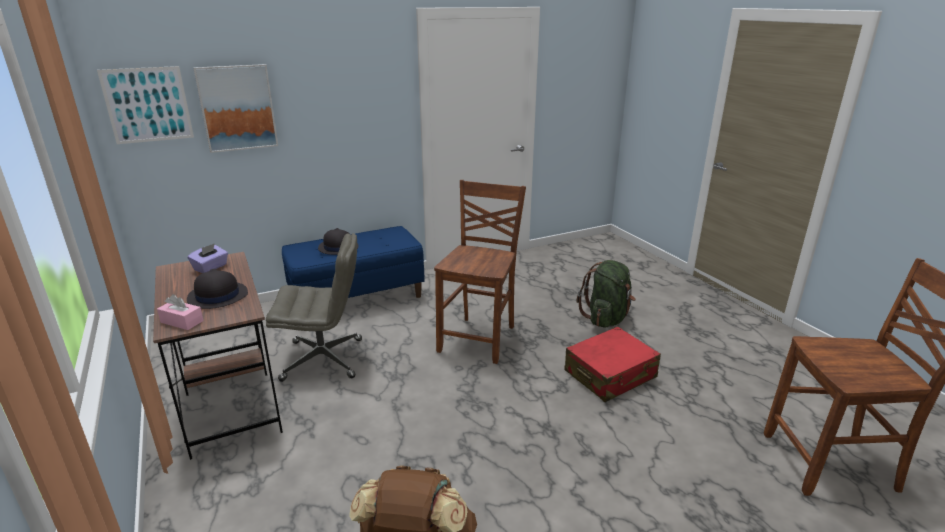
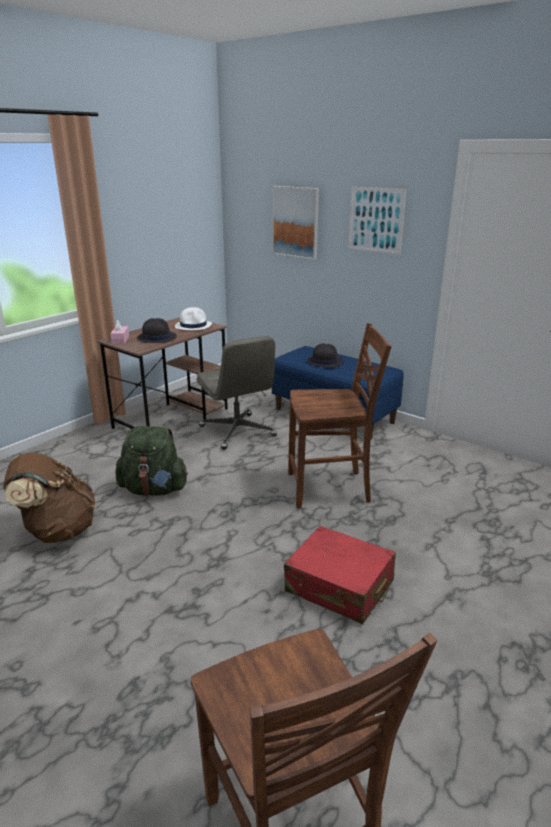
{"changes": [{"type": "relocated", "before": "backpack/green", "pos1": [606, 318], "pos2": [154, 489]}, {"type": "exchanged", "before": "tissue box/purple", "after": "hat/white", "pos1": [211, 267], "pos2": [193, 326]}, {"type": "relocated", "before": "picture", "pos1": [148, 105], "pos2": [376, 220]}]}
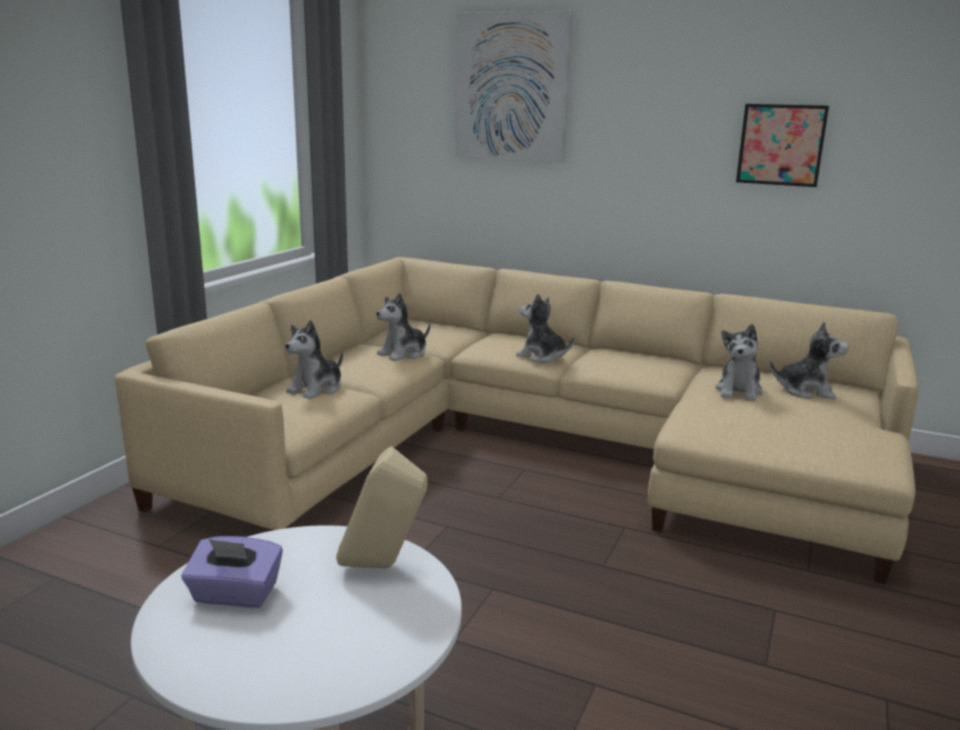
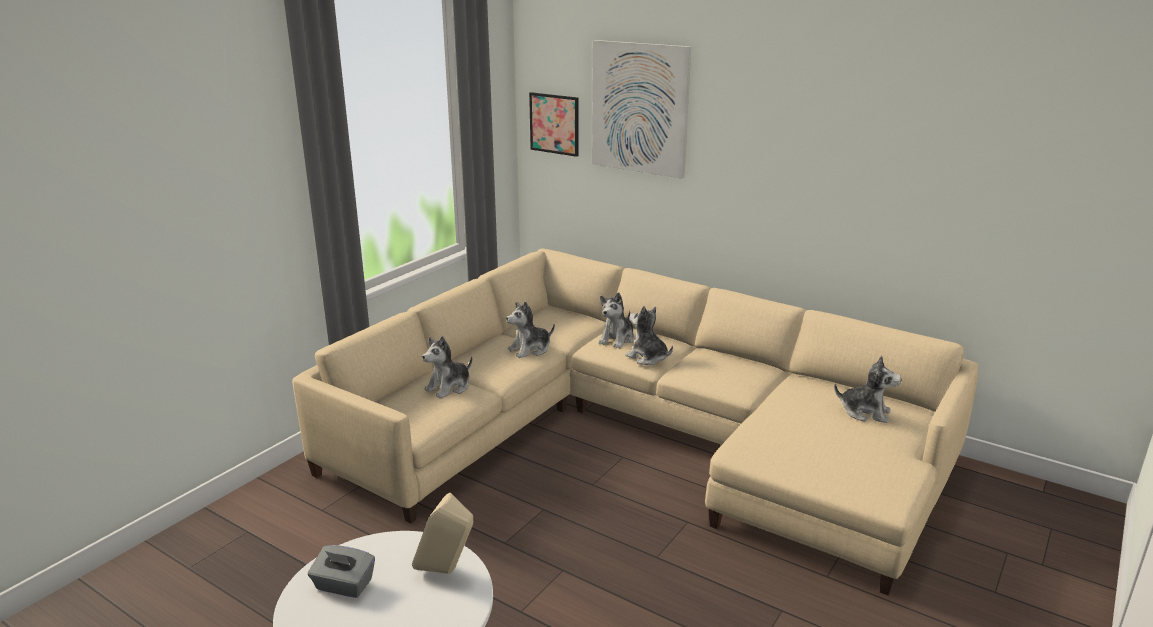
{"changes": [{"type": "colour", "before": "tissue box/purple", "after": "tissue box/grey", "pos1": [235, 595], "pos2": [343, 585]}, {"type": "relocated", "before": "picture", "pos1": [781, 145], "pos2": [554, 124]}, {"type": "relocated", "before": "plush toy", "pos1": [739, 391], "pos2": [617, 339]}]}
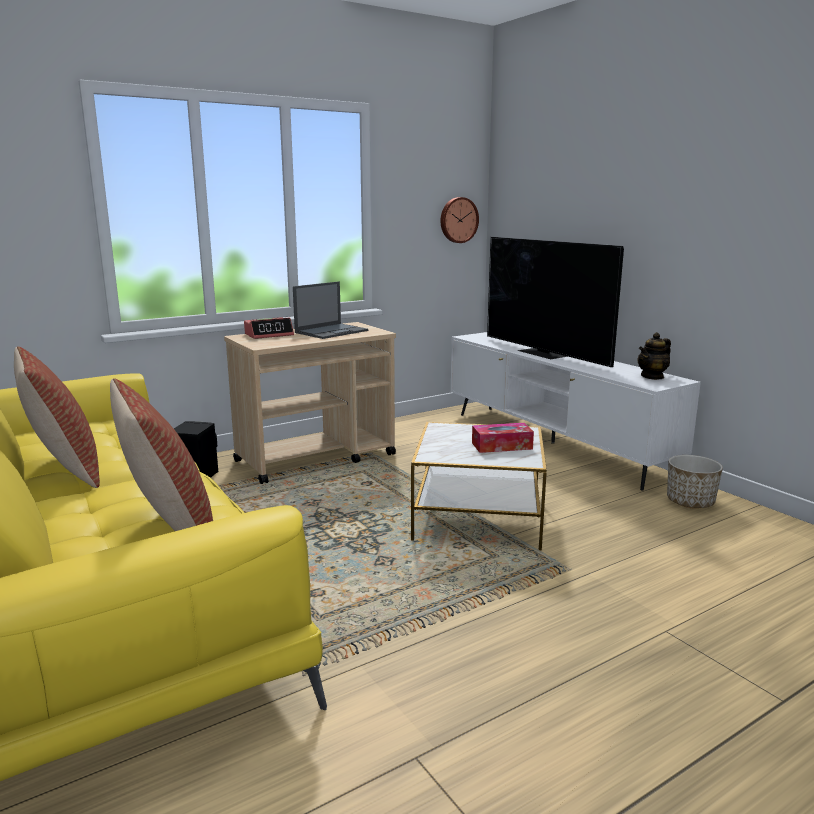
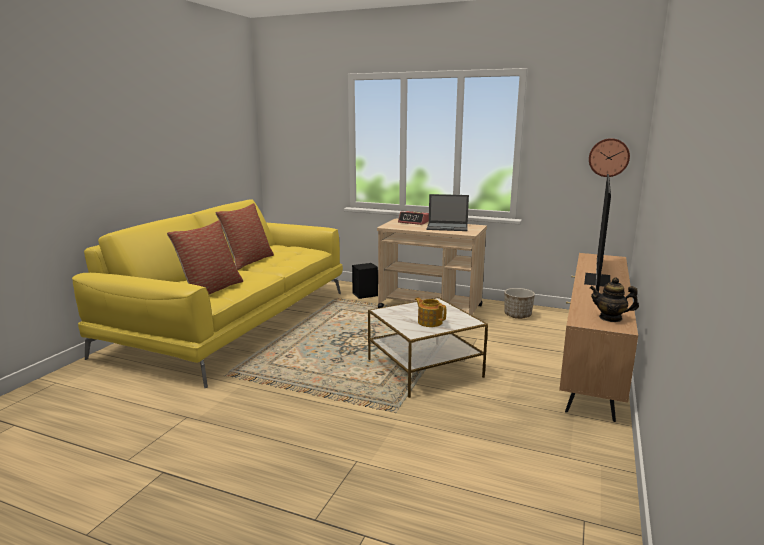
{"changes": [{"type": "exchanged", "before": "tissue box", "after": "teapot", "pos1": [501, 446], "pos2": [429, 322]}, {"type": "relocated", "before": "planter", "pos1": [690, 502], "pos2": [517, 315]}, {"type": "colour", "before": "tv stand/white", "after": "tv stand/brown", "pos1": [552, 443], "pos2": [591, 359]}]}
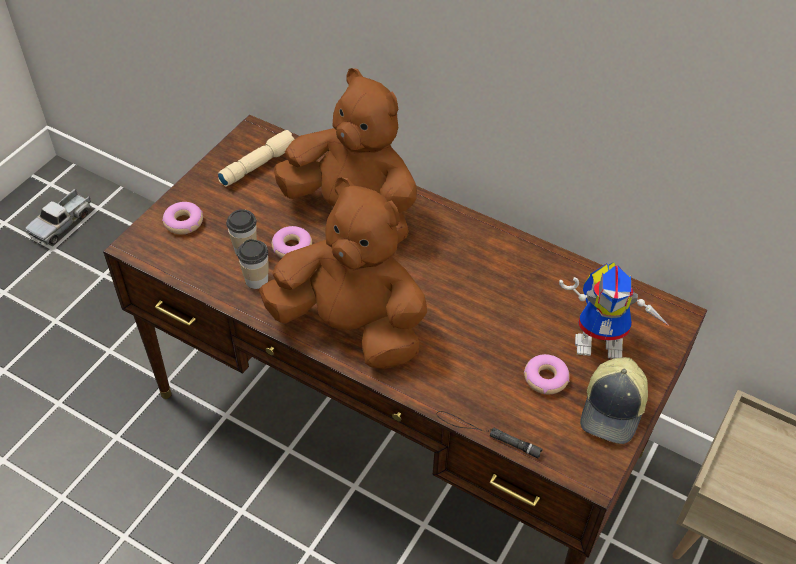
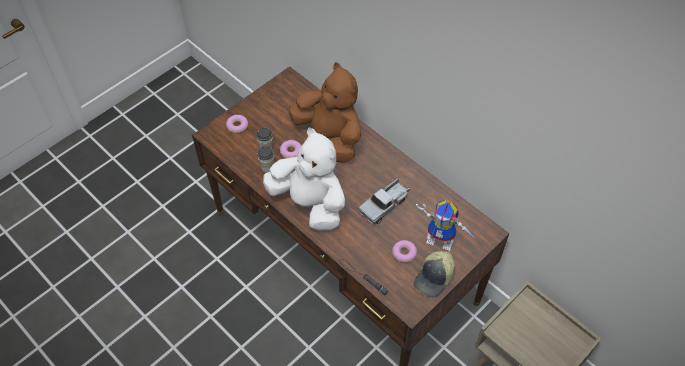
{"changes": [{"type": "colour", "before": "plush toy/brown", "after": "plush toy/white", "pos1": [351, 326], "pos2": [309, 203]}, {"type": "relocated", "before": "toy truck", "pos1": [62, 223], "pos2": [384, 205]}, {"type": "missing", "before": "flashlight/beige", "pos1": [258, 164]}]}
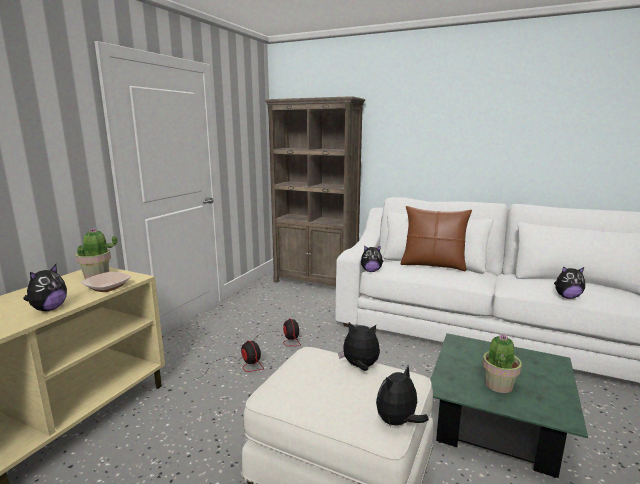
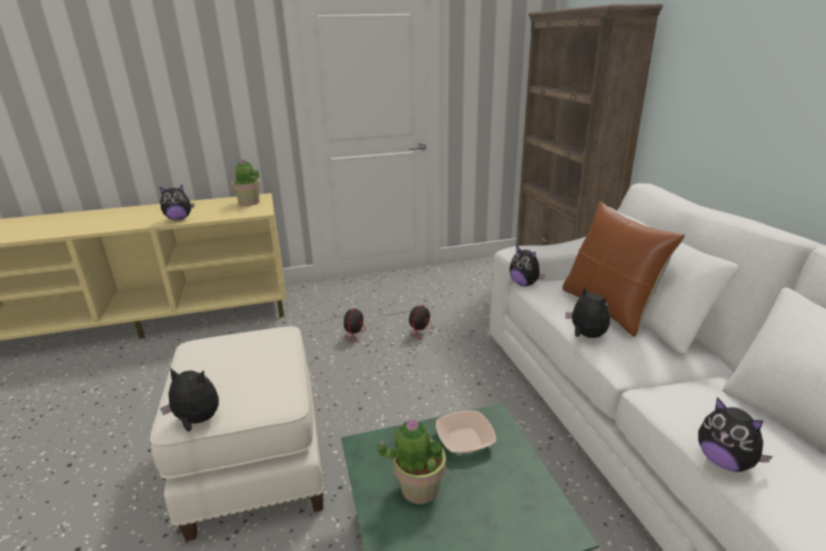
{"changes": [{"type": "relocated", "before": "bowl", "pos1": [107, 287], "pos2": [465, 440]}, {"type": "relocated", "before": "plush toy", "pos1": [360, 367], "pos2": [585, 335]}]}
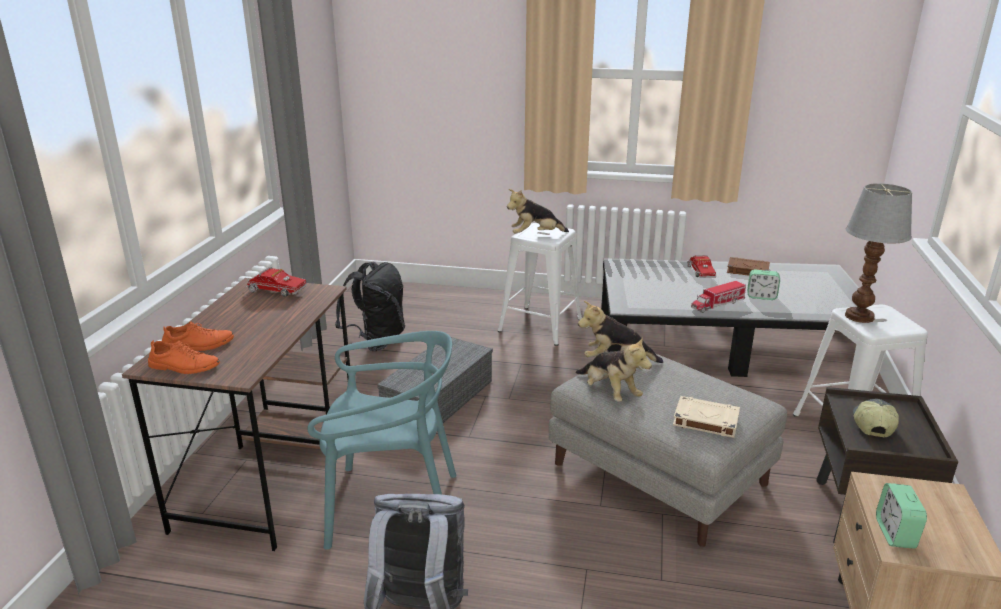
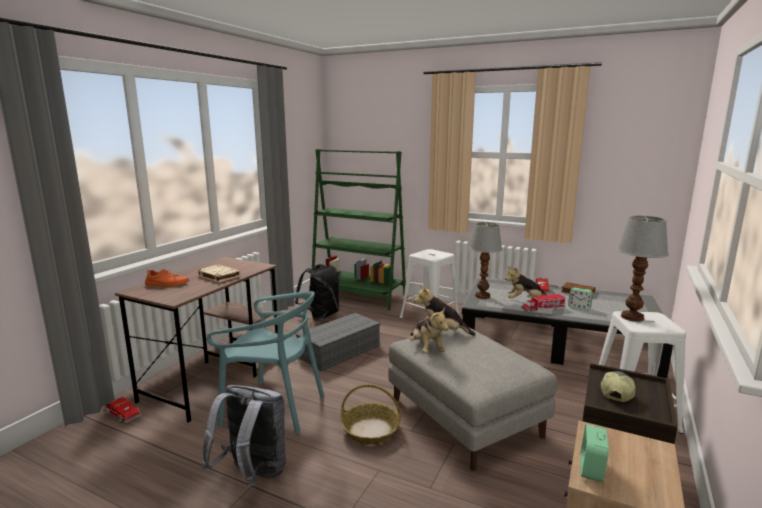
{"changes": [{"type": "relocated", "before": "toy truck", "pos1": [274, 291], "pos2": [121, 415]}, {"type": "relocated", "before": "book/beige", "pos1": [705, 420], "pos2": [218, 276]}, {"type": "appeared", "after": "bookcase/green", "pos2": [358, 295]}, {"type": "appeared", "after": "basket", "pos2": [371, 430]}, {"type": "appeared", "after": "table lamp", "pos2": [482, 296]}, {"type": "relocated", "before": "plush toy", "pos1": [535, 235], "pos2": [525, 301]}, {"type": "missing", "before": "shoe/orange", "pos1": [184, 366]}]}
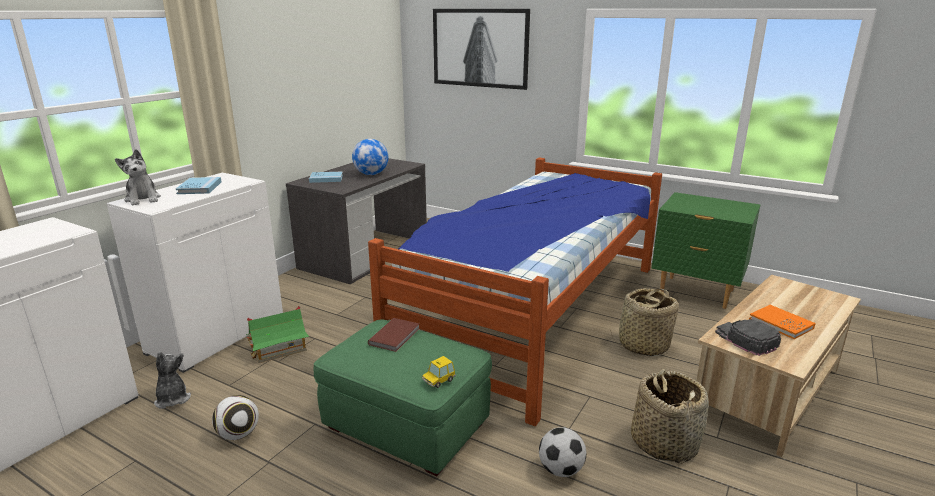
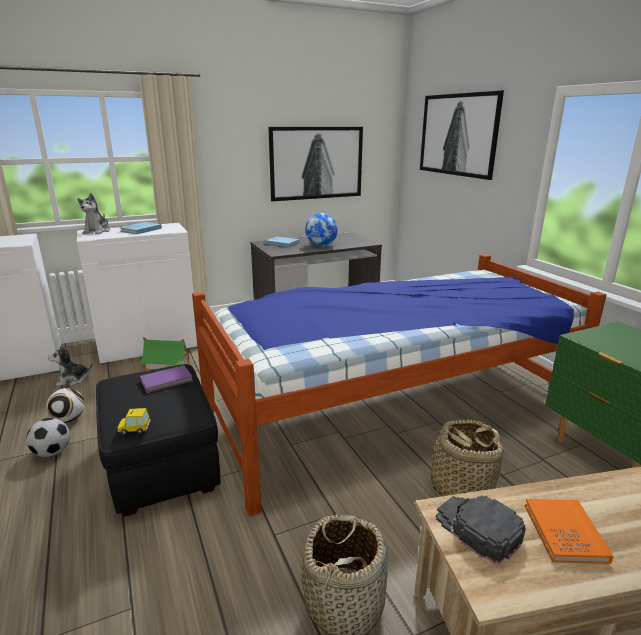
{"changes": [{"type": "relocated", "before": "football", "pos1": [561, 470], "pos2": [52, 452]}, {"type": "spun", "before": "plush toy", "pos1": [172, 399], "pos2": [72, 380], "turn": -120}, {"type": "colour", "before": "ottoman/green", "after": "ottoman/black", "pos1": [407, 426], "pos2": [161, 464]}, {"type": "colour", "before": "book/brown", "after": "book/purple", "pos1": [396, 336], "pos2": [167, 380]}, {"type": "appeared", "after": "picture", "pos2": [316, 163]}, {"type": "spun", "before": "cap/black", "pos1": [746, 339], "pos2": [477, 528], "turn": -45}]}
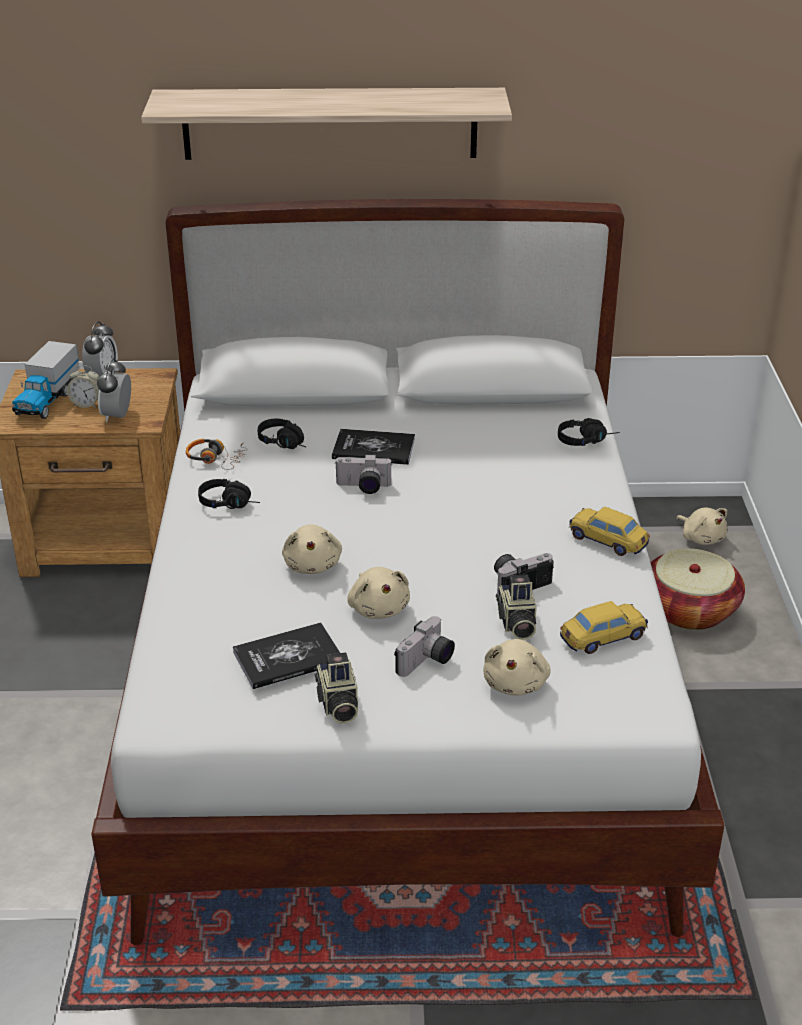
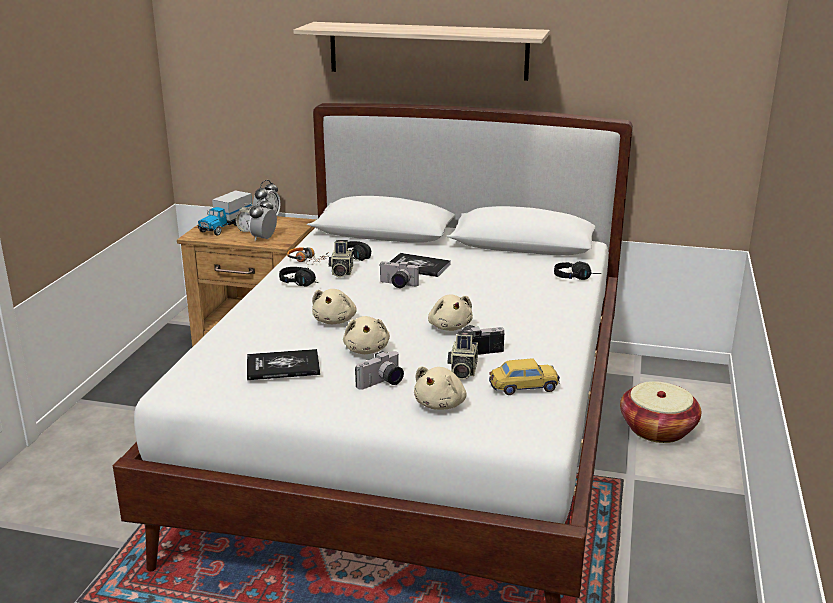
{"changes": [{"type": "relocated", "before": "photo camera", "pos1": [337, 704], "pos2": [341, 272]}, {"type": "relocated", "before": "plush toy/beige", "pos1": [701, 538], "pos2": [449, 326]}, {"type": "missing", "before": "toy car", "pos1": [607, 541]}]}
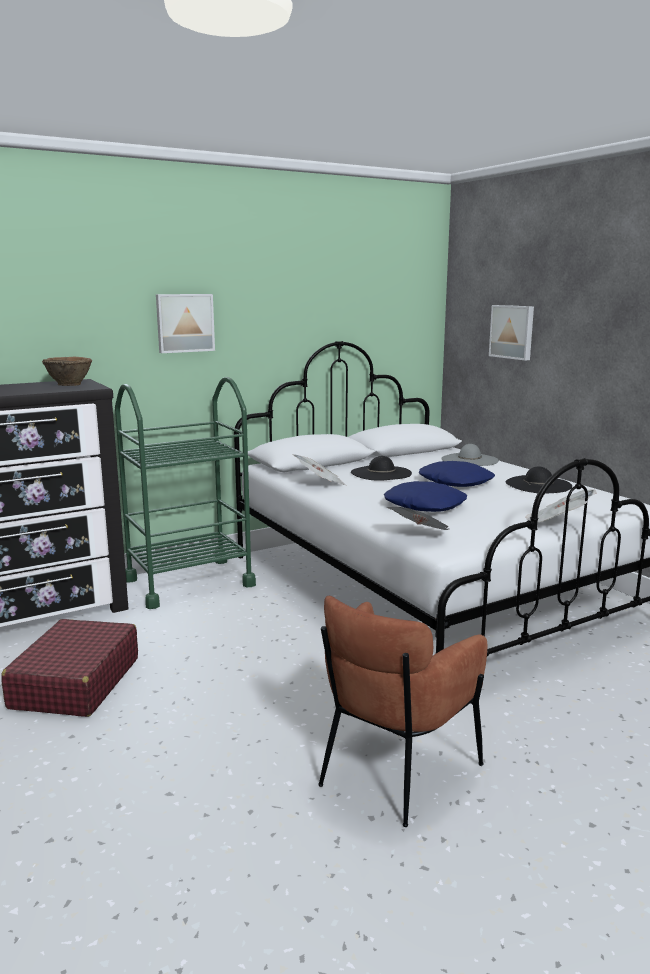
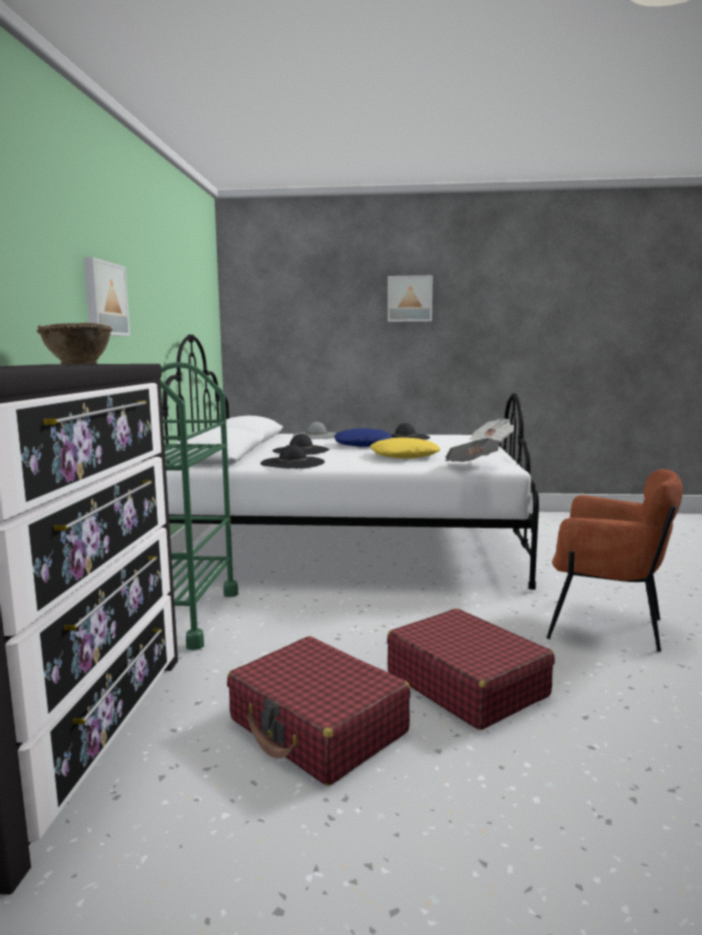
{"changes": [{"type": "exchanged", "before": "newspaper", "after": "hat/black", "pos1": [320, 484], "pos2": [292, 463]}, {"type": "colour", "before": "pillow/blue", "after": "pillow/yellow", "pos1": [425, 505], "pos2": [404, 456]}, {"type": "appeared", "after": "suitcase/red", "pos2": [466, 684]}, {"type": "relocated", "before": "picture", "pos1": [512, 332], "pos2": [409, 299]}, {"type": "spun", "before": "armchair/brown", "pos1": [394, 771], "pos2": [605, 625], "turn": -45}]}
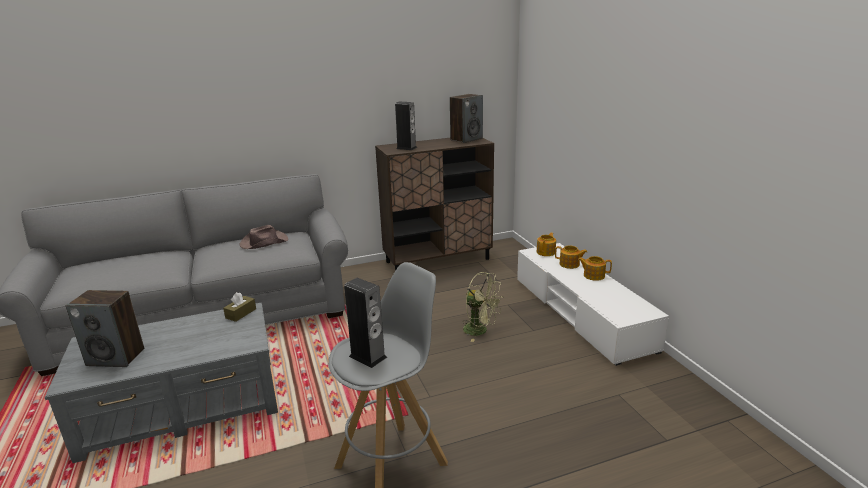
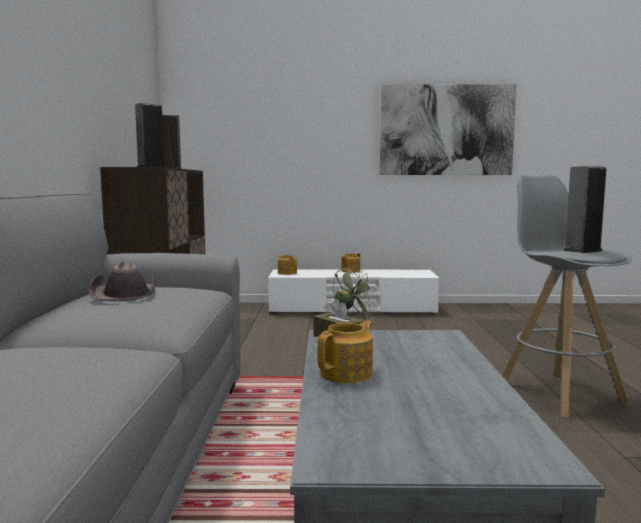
{"changes": [{"type": "relocated", "before": "teapot", "pos1": [570, 264], "pos2": [347, 373]}, {"type": "appeared", "after": "picture", "pos2": [446, 130]}, {"type": "missing", "before": "speaker", "pos1": [116, 357]}]}
